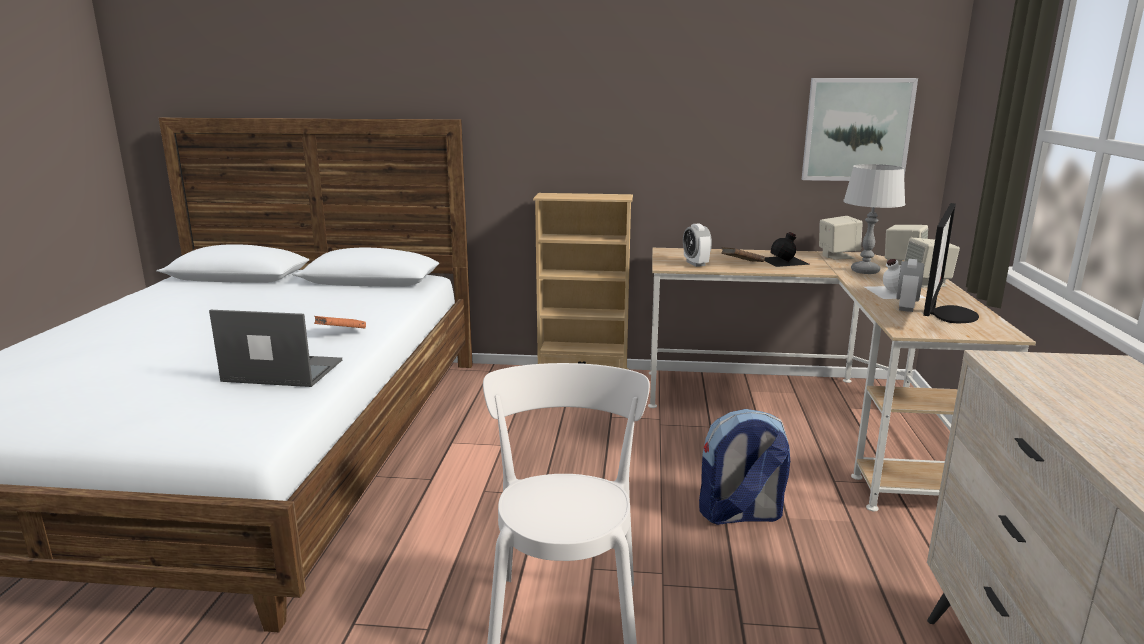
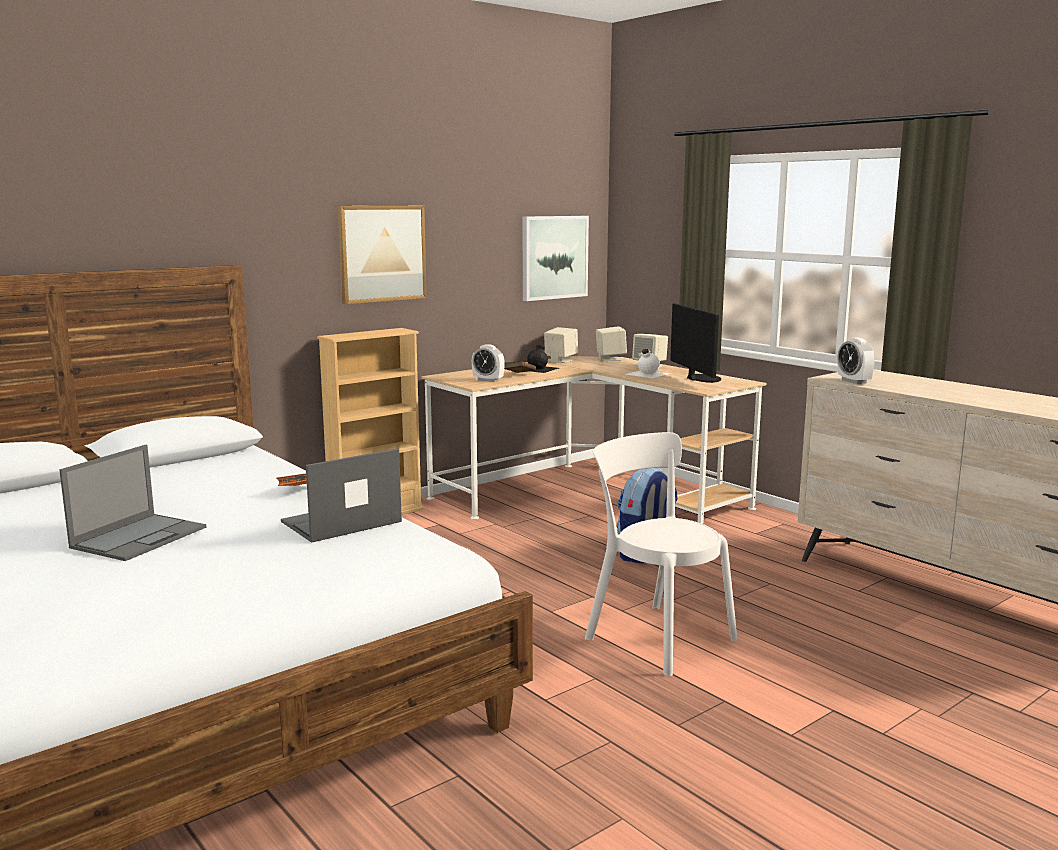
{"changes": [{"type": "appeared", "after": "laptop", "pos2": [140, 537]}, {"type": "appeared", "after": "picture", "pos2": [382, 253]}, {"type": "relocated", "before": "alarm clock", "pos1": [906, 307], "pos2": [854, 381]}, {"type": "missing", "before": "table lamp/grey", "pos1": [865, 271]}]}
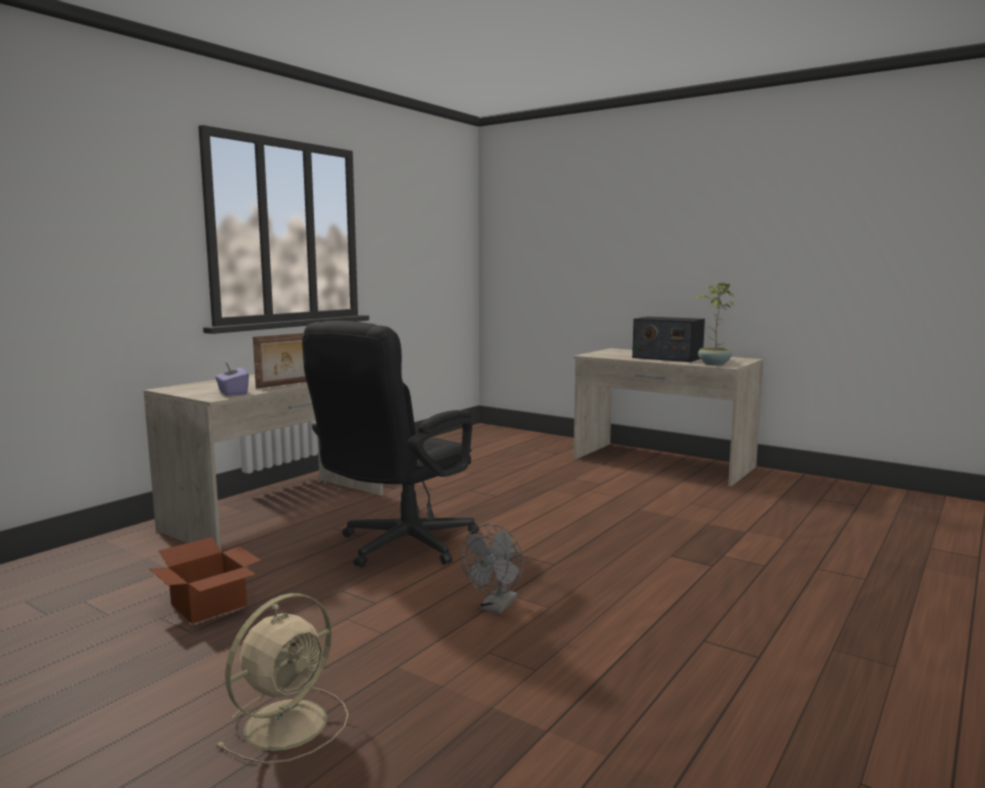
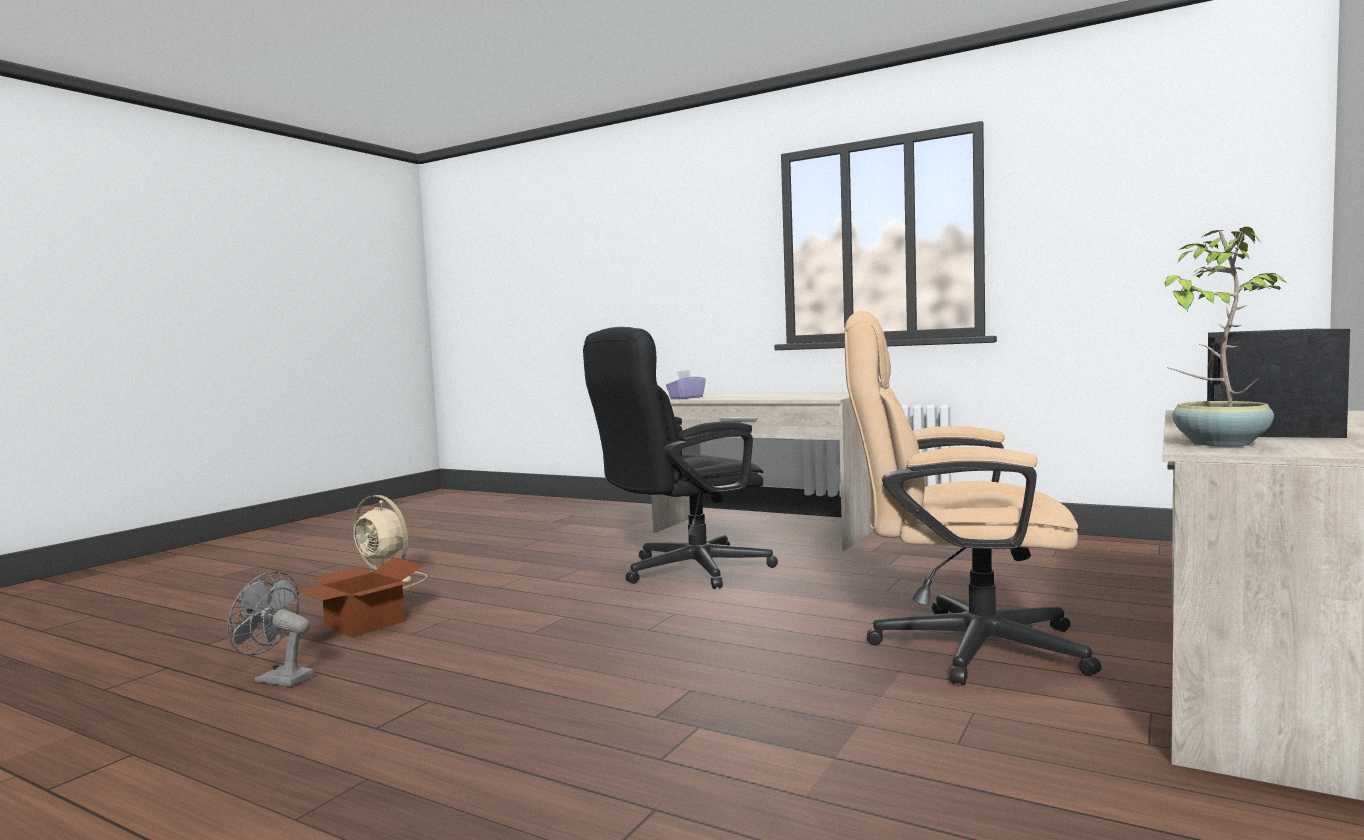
{"changes": [{"type": "relocated", "before": "fan/grey", "pos1": [496, 607], "pos2": [277, 679]}, {"type": "relocated", "before": "cardboard box", "pos1": [208, 606], "pos2": [362, 624]}, {"type": "spun", "before": "office chair/black", "pos1": [398, 547], "pos2": [683, 572], "turn": -60}, {"type": "appeared", "after": "office chair/beige", "pos2": [956, 646]}, {"type": "missing", "before": "picture frame", "pos1": [285, 384]}]}
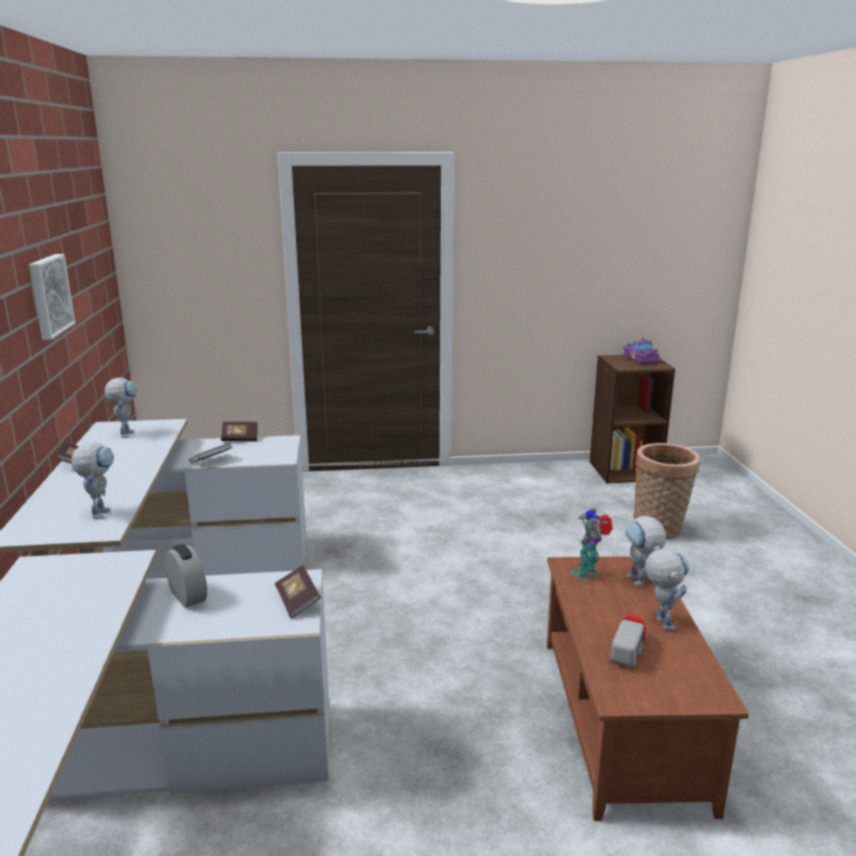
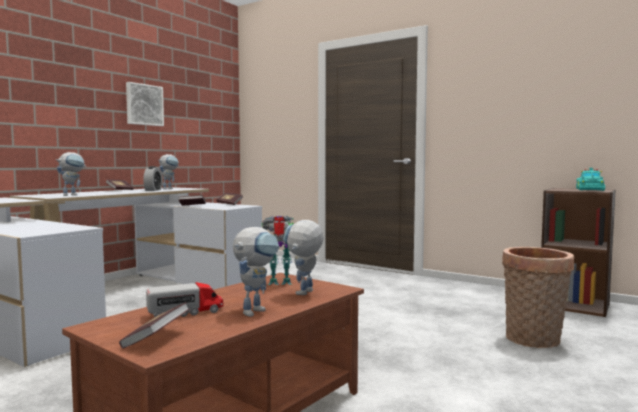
{"changes": [{"type": "relocated", "before": "book", "pos1": [297, 601], "pos2": [156, 338]}, {"type": "relocated", "before": "alarm clock", "pos1": [188, 596], "pos2": [153, 190]}, {"type": "colour", "before": "toy car/purple", "after": "toy car/turquoise", "pos1": [641, 359], "pos2": [590, 189]}]}
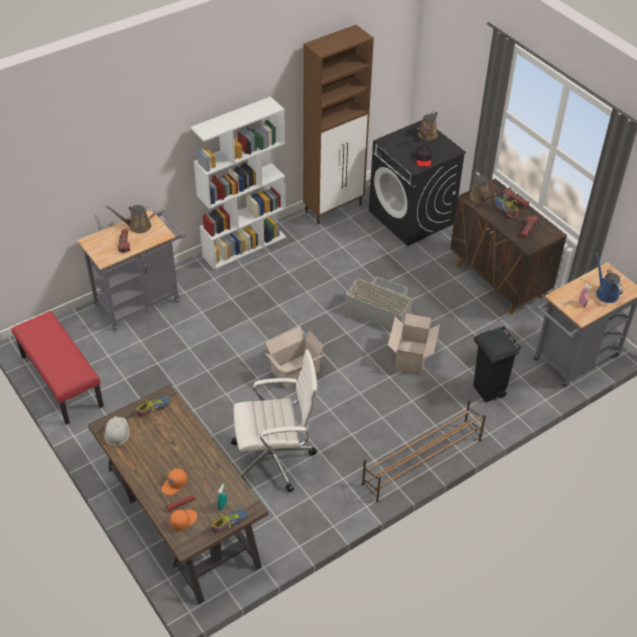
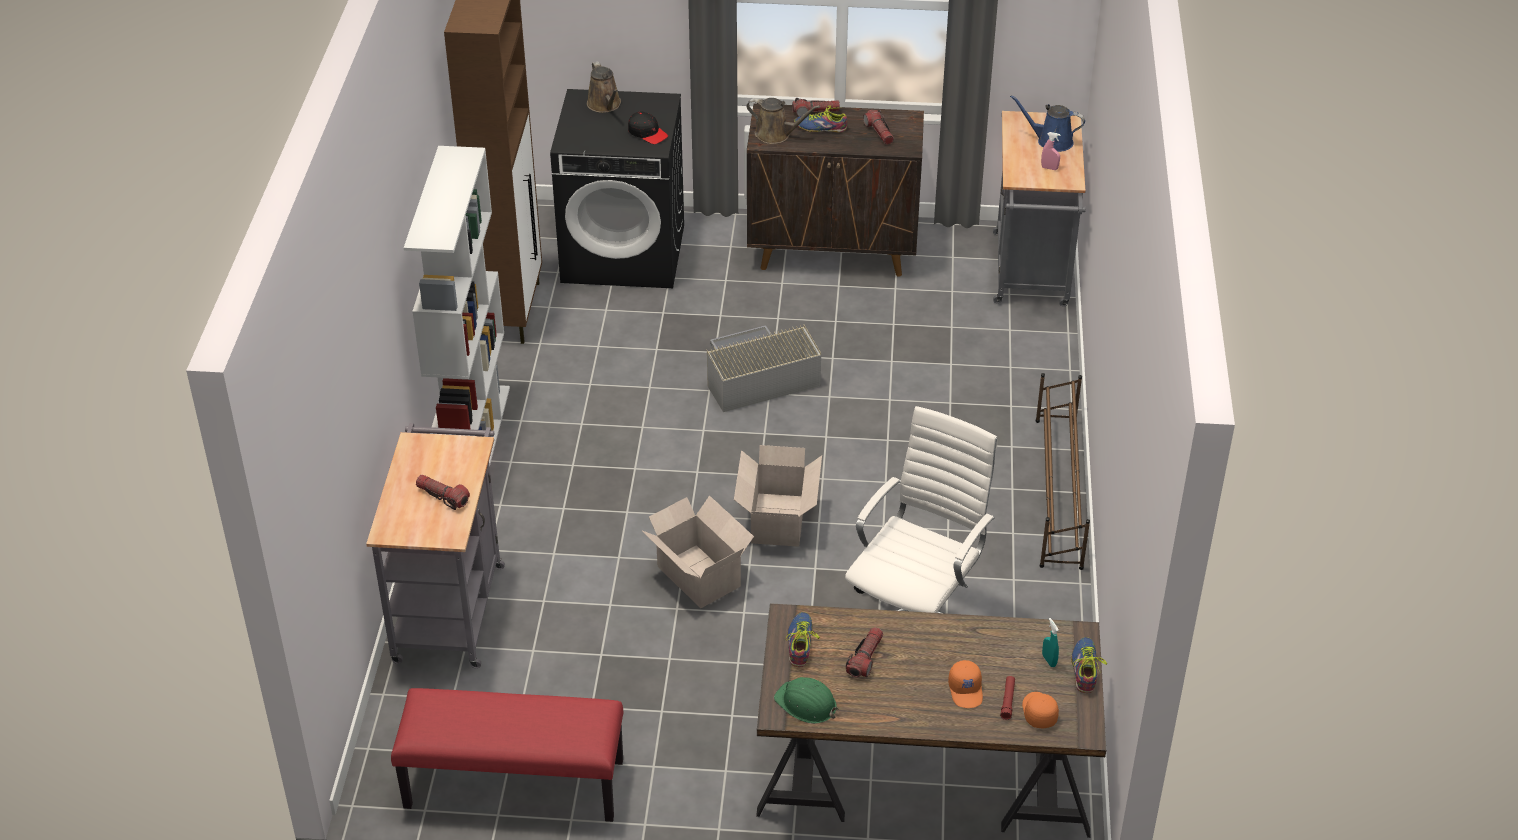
{"changes": [{"type": "relocated", "before": "cardboard box", "pos1": [412, 355], "pos2": [697, 574]}, {"type": "colour", "before": "hard hat/white", "after": "hard hat/green", "pos1": [116, 432], "pos2": [806, 704]}, {"type": "appeared", "after": "flashlight", "pos2": [865, 658]}, {"type": "missing", "before": "watering can/brown", "pos1": [137, 226]}, {"type": "missing", "before": "trash can/black", "pos1": [488, 391]}]}
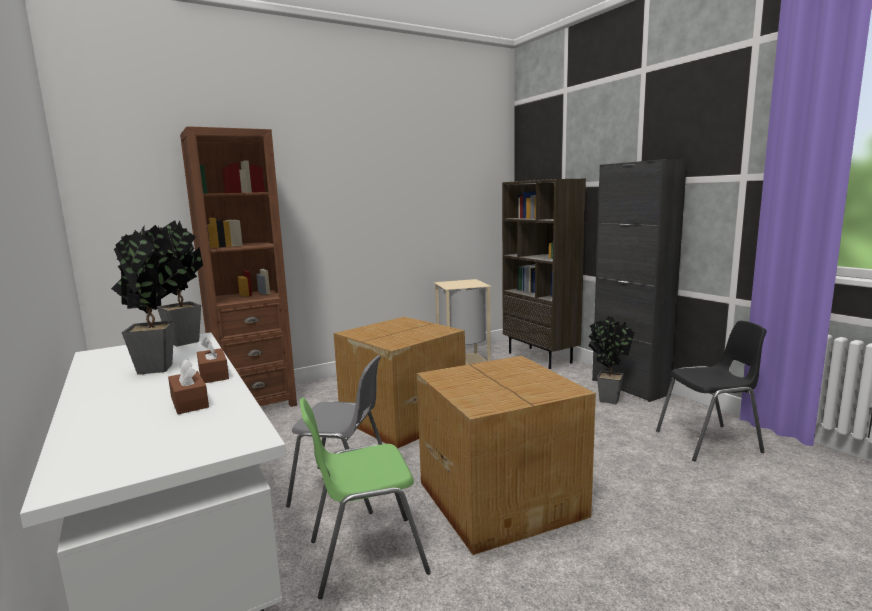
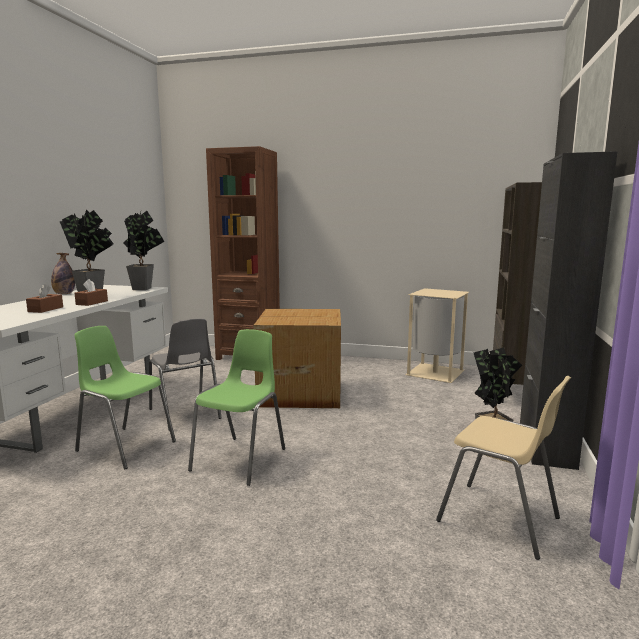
{"changes": [{"type": "appeared", "after": "bottle", "pos2": [64, 294]}, {"type": "exchanged", "before": "cardboard box", "after": "chair/green", "pos1": [501, 497], "pos2": [241, 459]}, {"type": "colour", "before": "chair/black", "after": "chair/beige", "pos1": [709, 442], "pos2": [499, 520]}]}
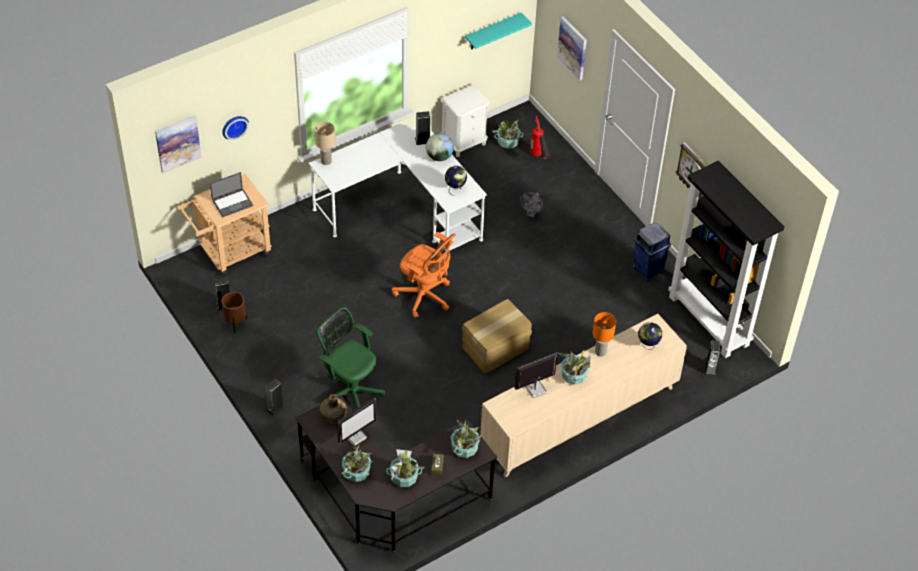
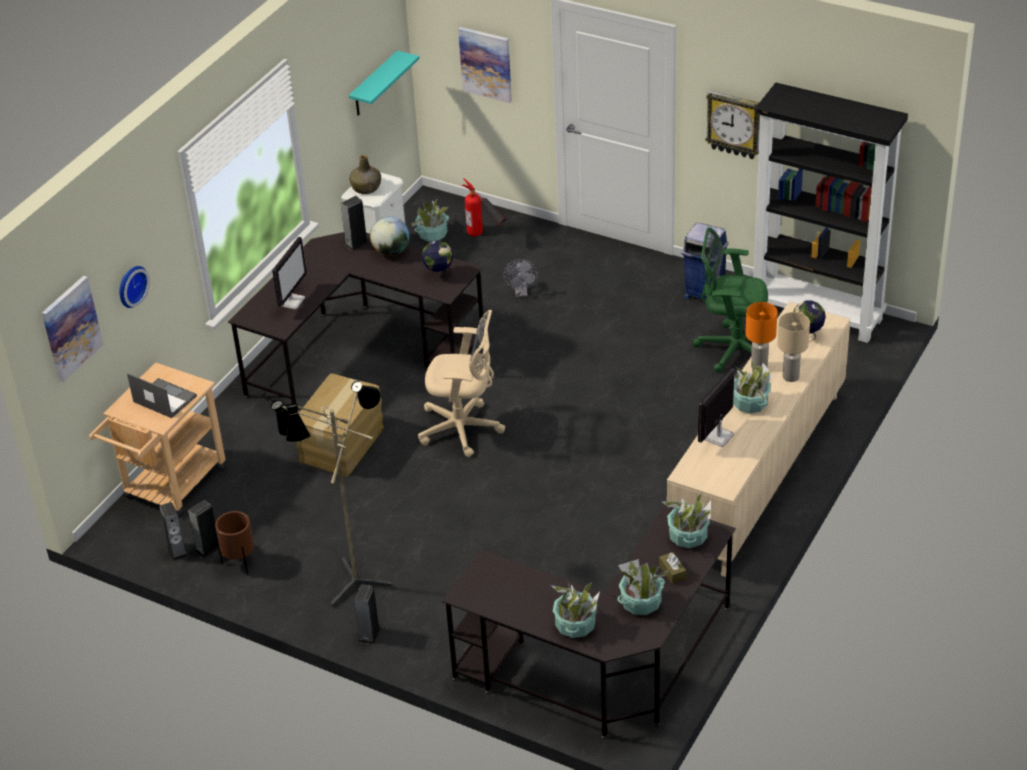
{"changes": [{"type": "spun", "before": "laptop", "pos1": [232, 202], "pos2": [164, 399], "turn": -90}, {"type": "relocated", "before": "speaker", "pos1": [710, 369], "pos2": [177, 551]}, {"type": "colour", "before": "desk/white", "after": "desk/black", "pos1": [402, 210], "pos2": [359, 352]}, {"type": "appeared", "after": "floor lamp", "pos2": [349, 581]}, {"type": "relocated", "before": "monitor", "pos1": [356, 436], "pos2": [291, 301]}, {"type": "relocated", "before": "cardboard box", "pos1": [496, 348], "pos2": [342, 445]}, {"type": "relocated", "before": "bottle/green", "pos1": [333, 415], "pos2": [366, 188]}, {"type": "colour", "before": "office chair/orange", "after": "office chair/beige", "pos1": [425, 296], "pos2": [463, 429]}, {"type": "relocated", "before": "office chair/green", "pos1": [350, 391], "pos2": [732, 349]}, {"type": "relocated", "before": "table lamp/beige", "pos1": [326, 161], "pos2": [790, 376]}]}
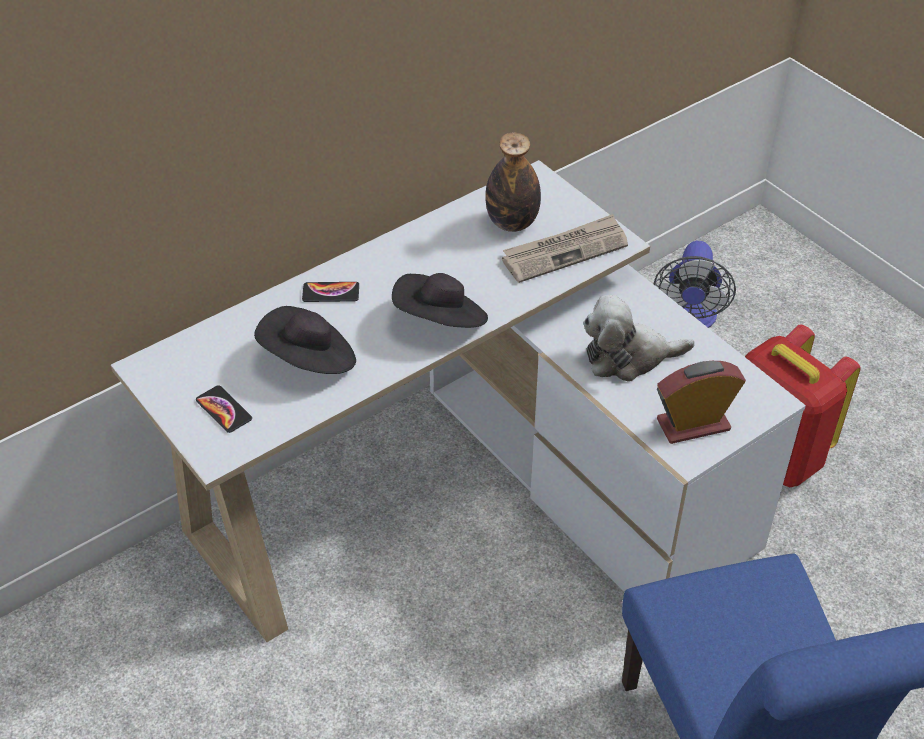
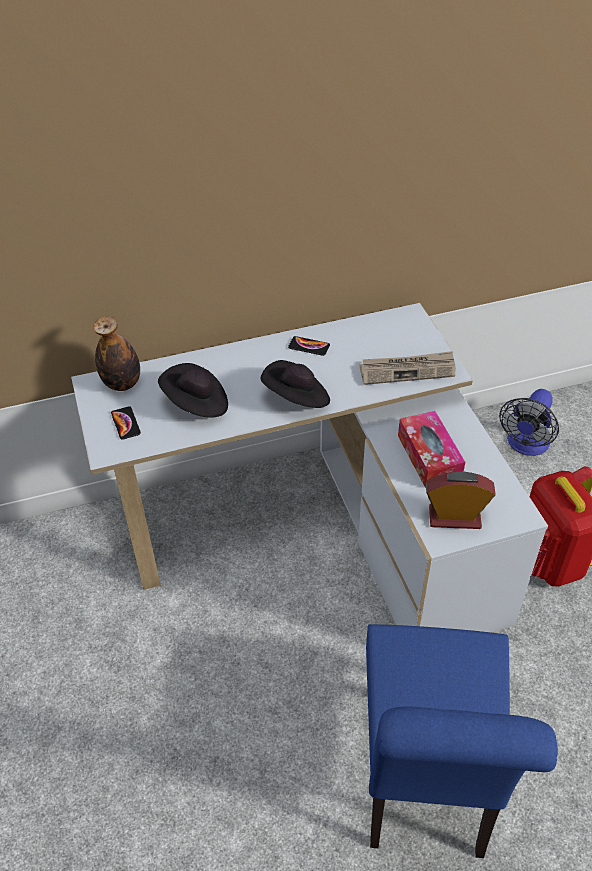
{"changes": [{"type": "relocated", "before": "bottle", "pos1": [512, 223], "pos2": [122, 383]}, {"type": "relocated", "before": "phone", "pos1": [330, 293], "pos2": [309, 346]}, {"type": "exchanged", "before": "plush toy", "after": "tissue box", "pos1": [628, 357], "pos2": [429, 457]}]}
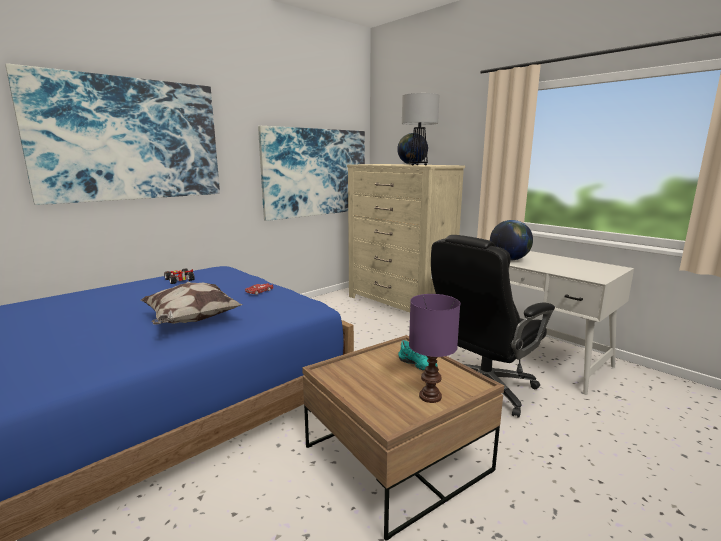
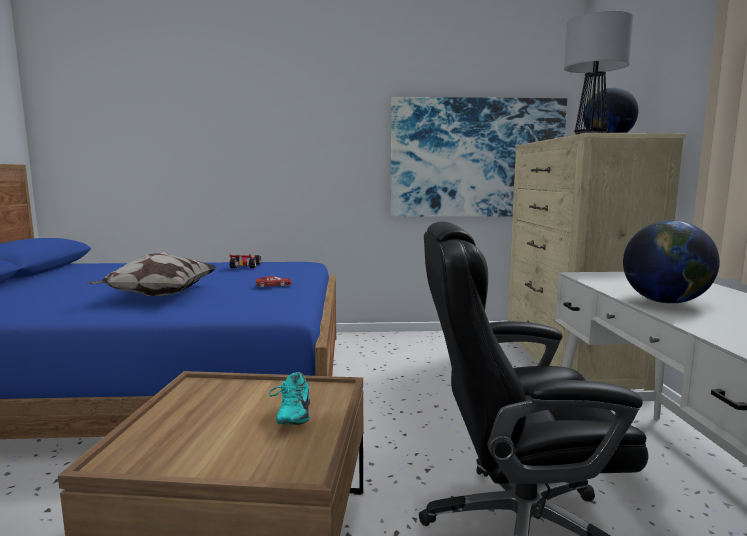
{"changes": [{"type": "missing", "before": "picture", "pos1": [129, 140]}, {"type": "missing", "before": "table lamp/purple", "pos1": [430, 396]}]}
